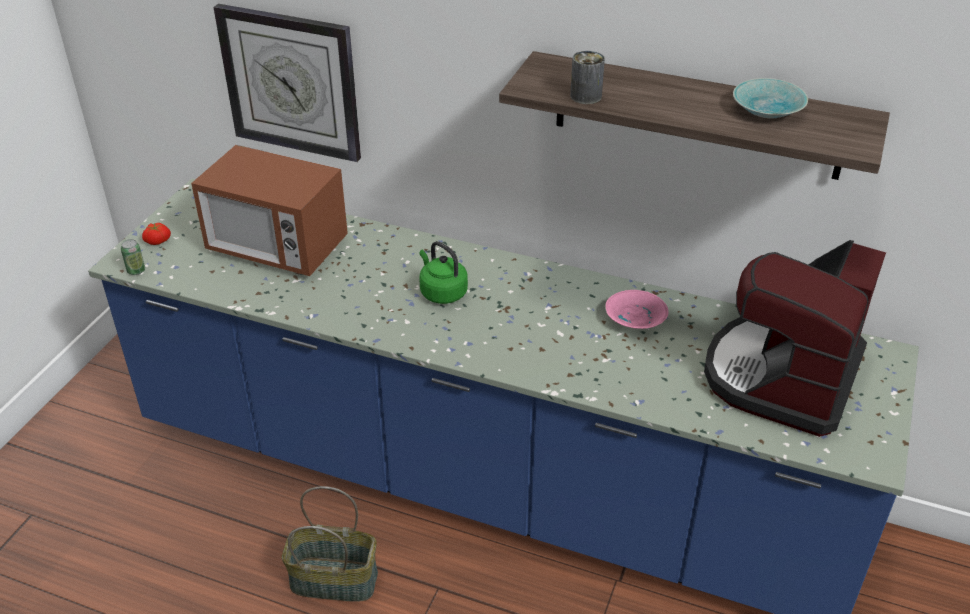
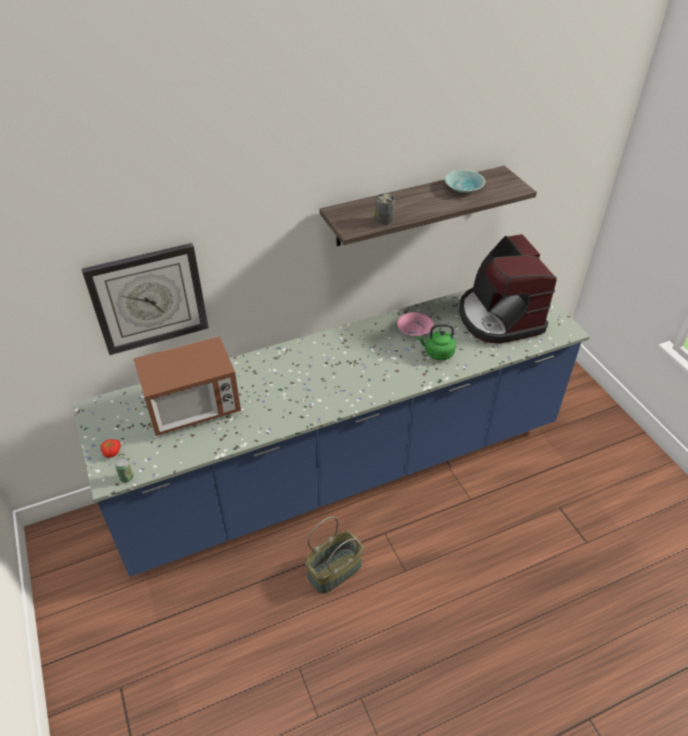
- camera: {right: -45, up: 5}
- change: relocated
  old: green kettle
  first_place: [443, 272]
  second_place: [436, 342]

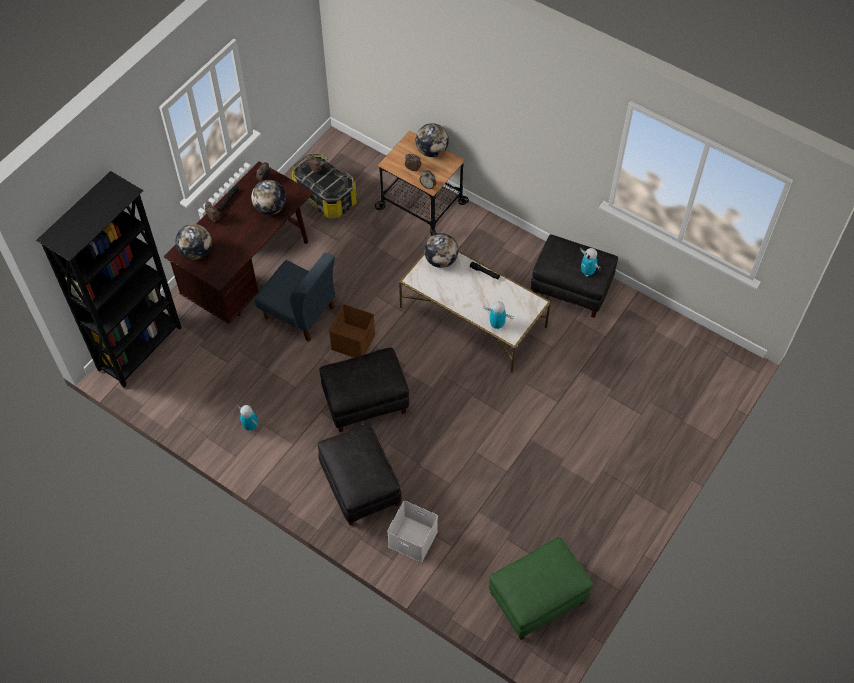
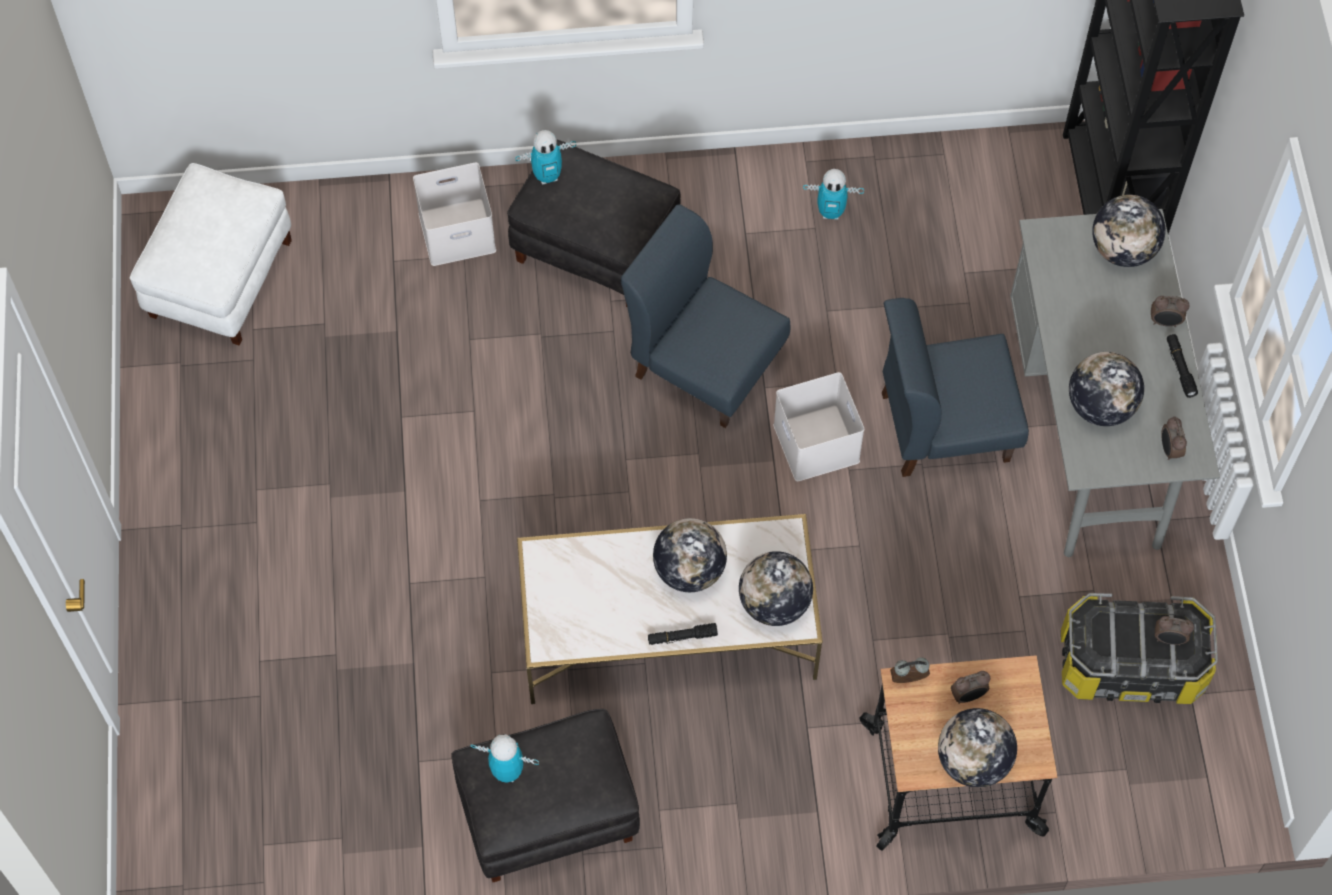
- camera: {right: 140, up: 5}
- change: colour
  old: brown desk
  new: grey desk
  first_place: [238, 243]
  second_place: [1115, 383]
- change: exchanged
  old: black ottoman
  new: blue chair
  first_place: [364, 390]
  second_place: [705, 316]
- change: colour
  old: brown storage box
  new: white storage box
  first_place: [352, 331]
  second_place: [818, 427]
- change: relocated
  old: toy robot
  first_place: [498, 316]
  second_place: [545, 157]
- change: colour
  old: green ottoman
  new: white ottoman
  first_place: [541, 588]
  second_place: [211, 254]
- change: appeared
  new: globe
  second_place: [690, 555]

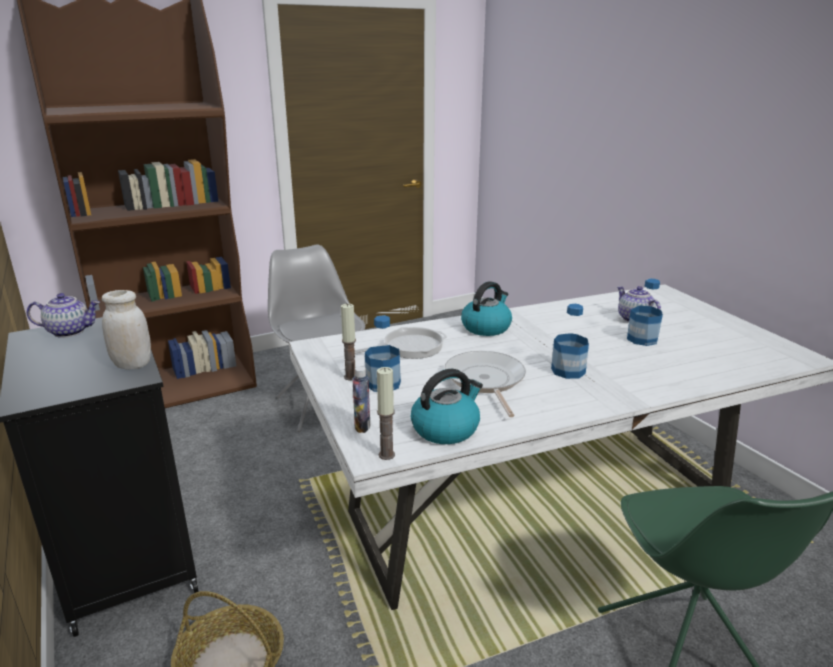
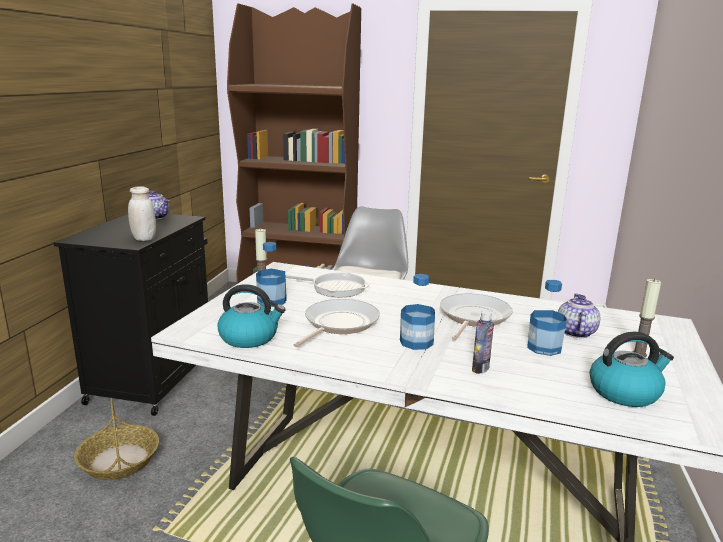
- camera: {right: 40, up: -5}
- change: relocated
  old: bottle
  first_place: [361, 399]
  second_place: [483, 342]
- change: relocated
  old: candle
  first_place: [386, 413]
  second_place: [646, 318]
- change: relocated
  old: kettle
  first_place: [486, 308]
  second_place: [632, 369]
- change: appeared
  new: frying pan
  second_place: [476, 317]

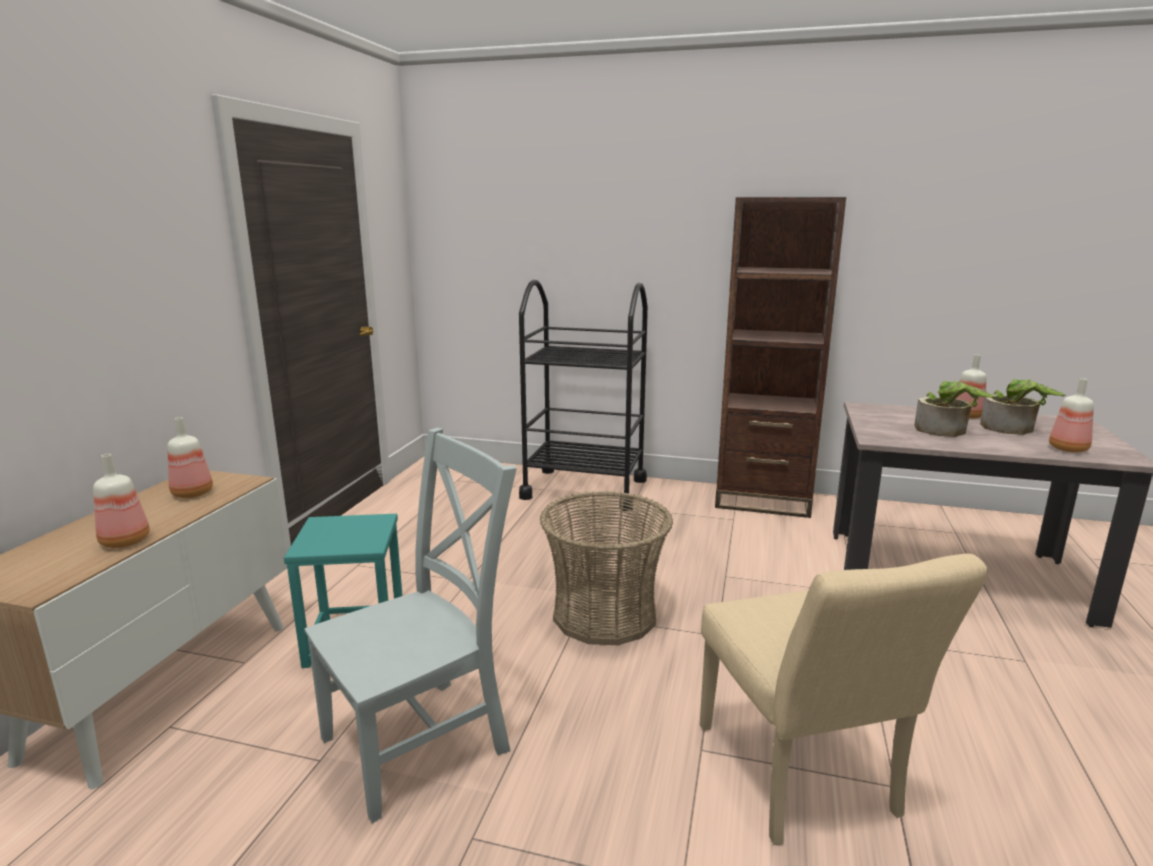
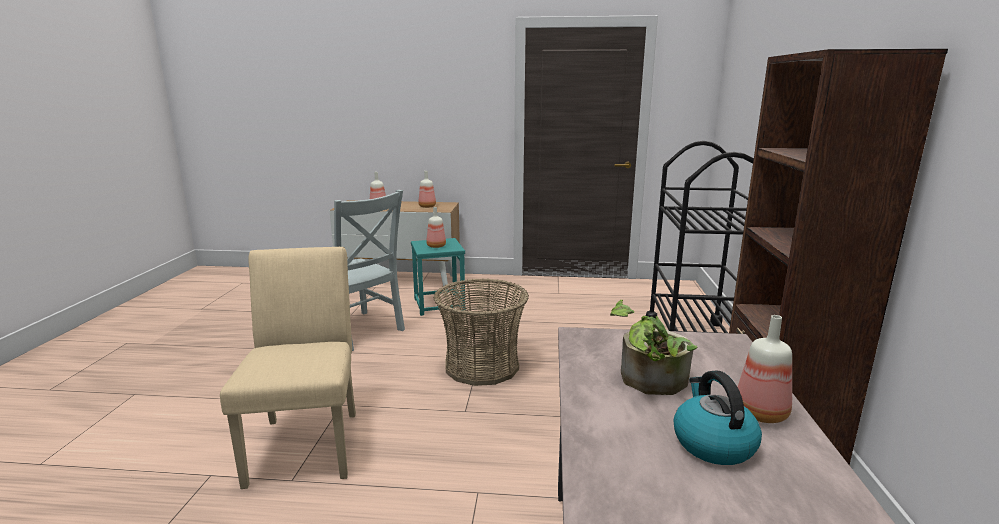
- camera: {right: 80, up: 0}
- change: spun
  old: beige chair
  first_place: [844, 699]
  second_place: [288, 368]
  degrees: 105
- change: exchanged
  old: potted plant
  new: kettle
  first_place: [1023, 407]
  second_place: [718, 417]
- change: relocated
  old: bottle
  first_place: [1071, 415]
  second_place: [436, 227]

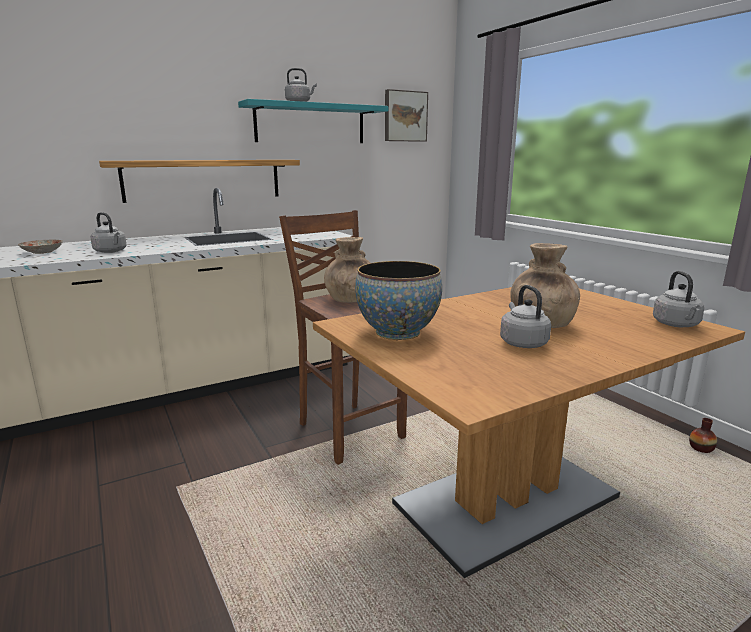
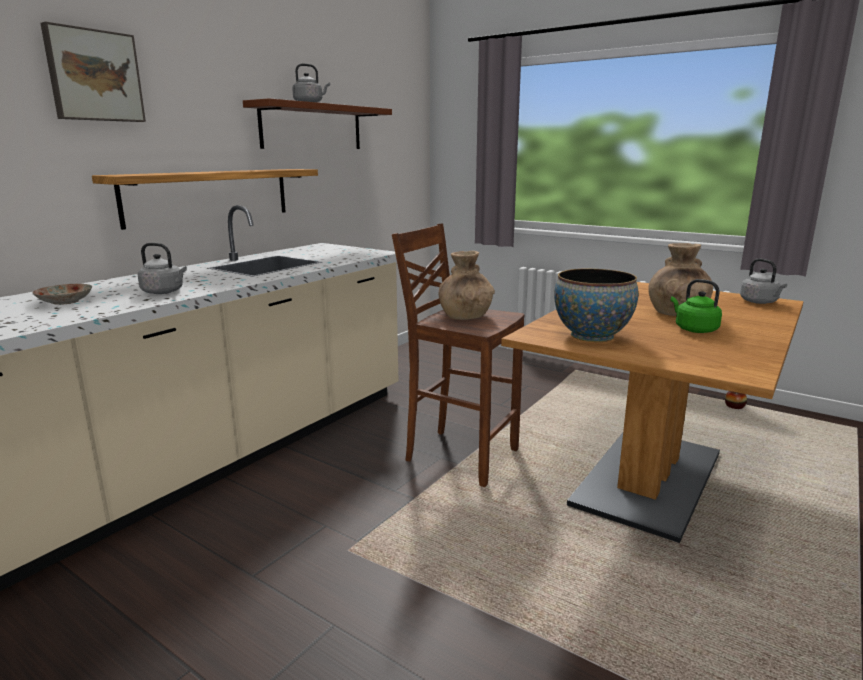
- camera: {right: -25, up: 0}
- change: colour
  old: turquoise shelf
  new: brown shelf
  first_place: [313, 121]
  second_place: [317, 123]
- change: relocated
  old: picture
  first_place: [406, 115]
  second_place: [93, 71]
- change: colour
  old: grey kettle
  new: green kettle
  first_place: [525, 316]
  second_place: [696, 306]

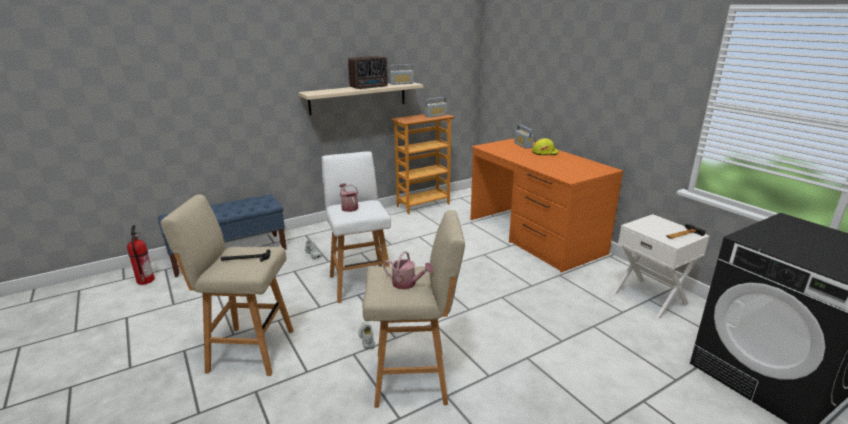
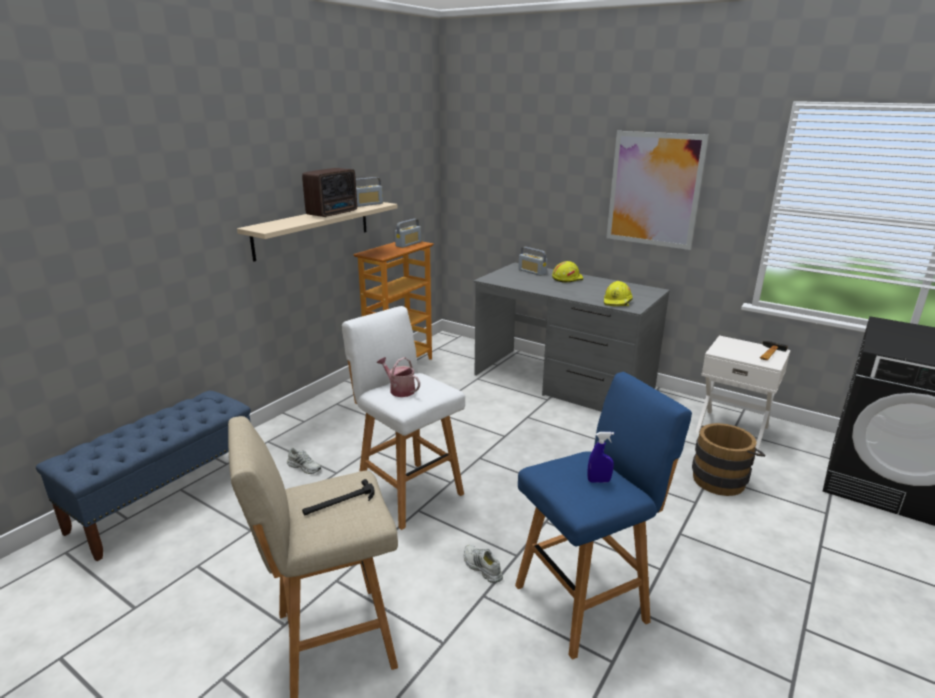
- camera: {right: -25, up: 0}
- change: missing
  old: fire extinguisher
  first_place: [141, 255]
- change: colour
  old: beige stool
  new: blue stool
  first_place: [413, 309]
  second_place: [603, 516]
- change: exchanged
  old: watering can
  new: blue spray bottle
  first_place: [408, 270]
  second_place: [601, 457]
- change: colour
  old: orange desk
  new: grey desk
  first_place: [546, 205]
  second_place: [572, 337]
- change: appeared
  new: yellow hard hat
  second_place: [618, 293]
- change: appeared
  new: picture
  second_place: [657, 190]
- change: appeared
  new: brown bucket
  second_place: [728, 459]

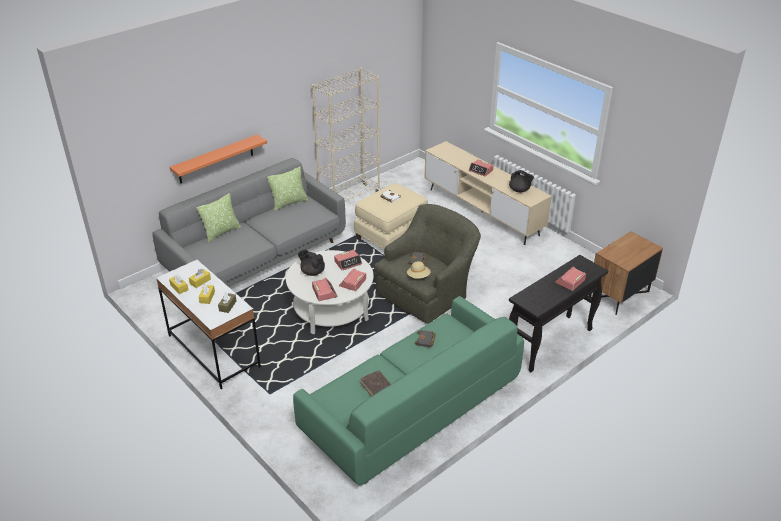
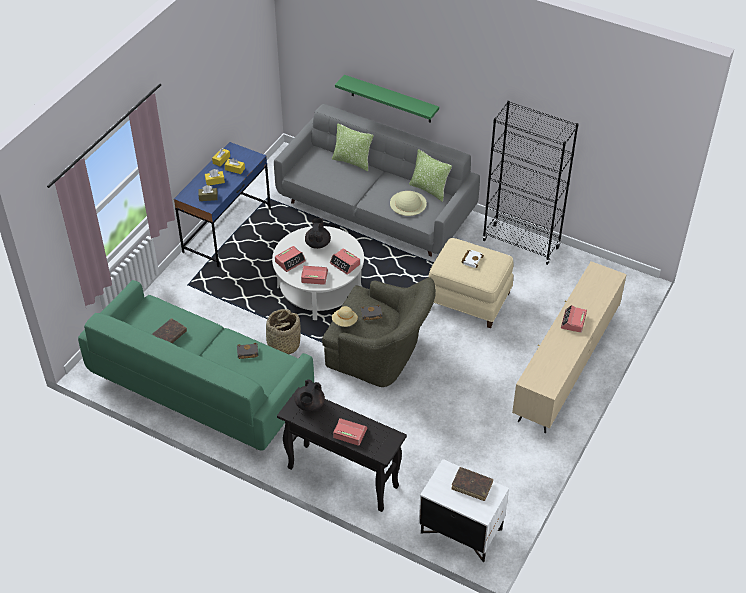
- camera: {right: 70, up: 10}
- change: colour
  old: white desk
  new: blue desk
  first_place: [208, 324]
  second_place: [222, 204]
- change: colour
  old: orange shelf
  new: green shelf
  first_place: [218, 158]
  second_place: [387, 99]
- change: colour
  old: beige bookcase
  new: black bookcase
  first_place: [346, 135]
  second_place: [530, 183]
- change: relocated
  old: black teapot
  first_place: [521, 181]
  second_place: [309, 395]
- change: colour
  old: brown nightstand
  new: white nightstand
  first_place: [626, 273]
  second_place: [464, 511]
- change: appeared
  new: basket
  second_place: [283, 331]
- change: appeared
  new: beige hat
  second_place: [408, 203]
- change: appeared
  new: brown book
  second_place: [472, 484]

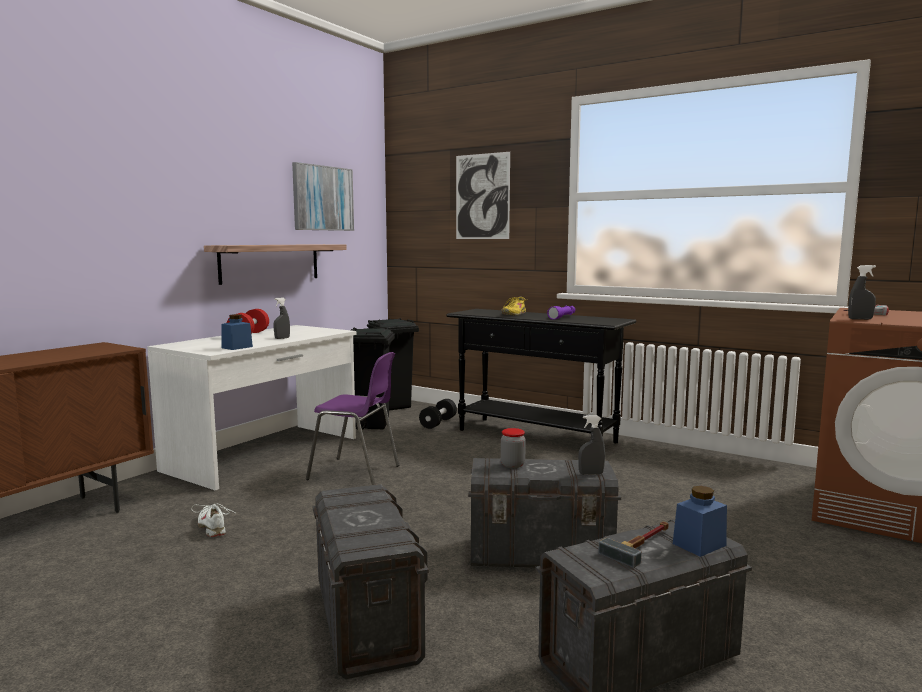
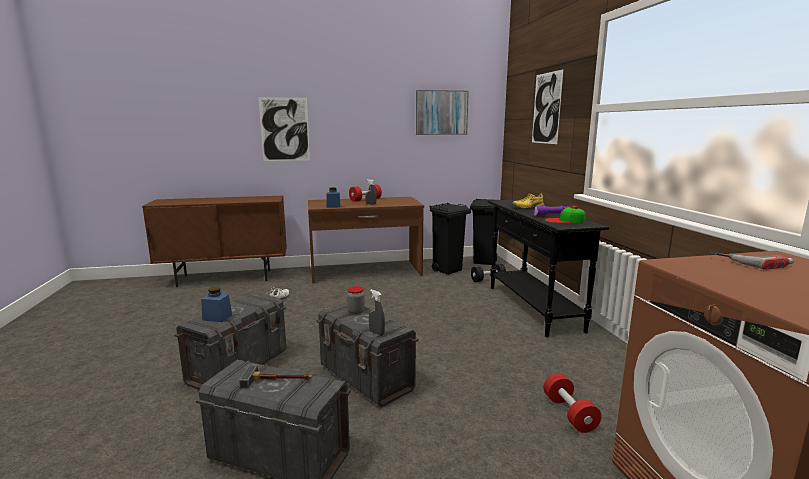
- camera: {right: 45, up: 5}
- change: colour
  old: white desk
  new: brown desk
  first_place: [251, 408]
  second_place: [366, 240]
- change: missing
  old: shelf
  first_place: [275, 264]
- change: missing
  old: purple chair
  first_place: [353, 418]
- change: relocated
  old: blue jar
  first_place: [700, 521]
  second_place: [216, 304]
- change: missing
  old: grey spray bottle
  first_place: [862, 292]
- change: appeared
  new: picture
  second_place: [284, 129]
- change: appeared
  new: red dumbbell
  second_place: [572, 403]
- change: appeared
  new: cap
  second_place: [565, 214]

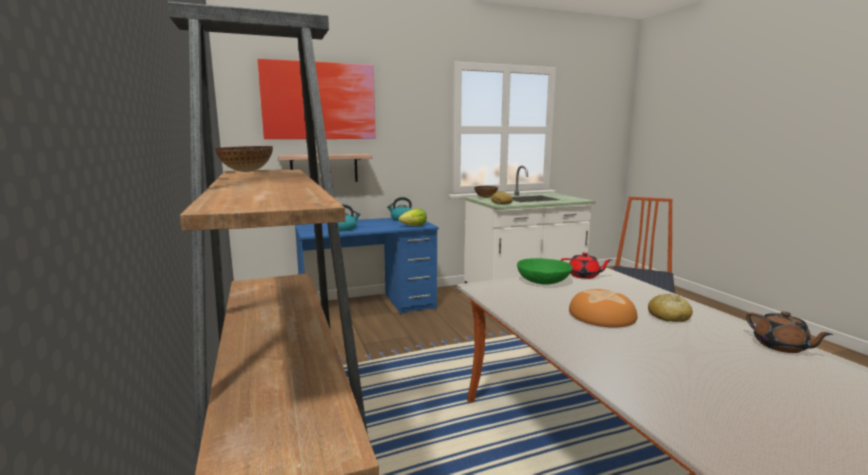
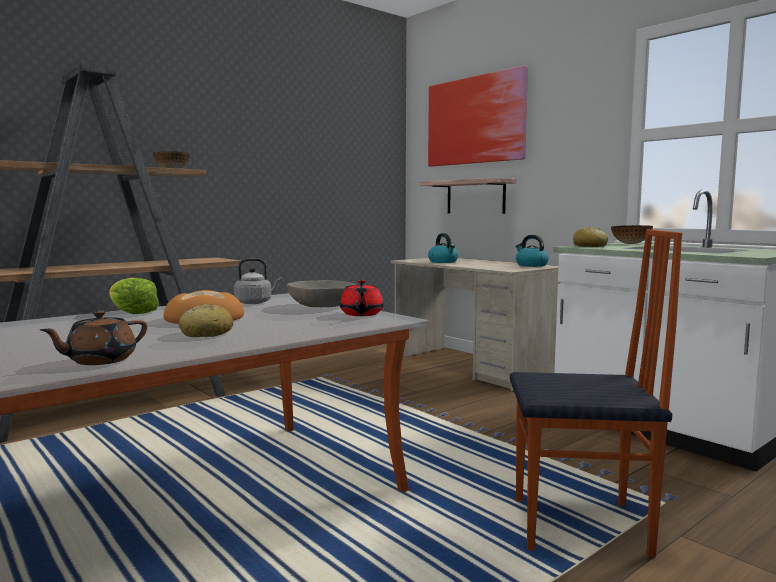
- camera: {right: 70, up: -5}
- change: colour
  old: blue desk
  new: beige desk
  first_place: [367, 266]
  second_place: [476, 325]
- change: relocated
  old: lettuce
  first_place: [412, 217]
  second_place: [134, 296]
- change: colour
  old: green bowl
  new: grey bowl
  first_place: [545, 271]
  second_place: [321, 293]
- change: appeared
  new: grey kettle
  second_place: [258, 281]

